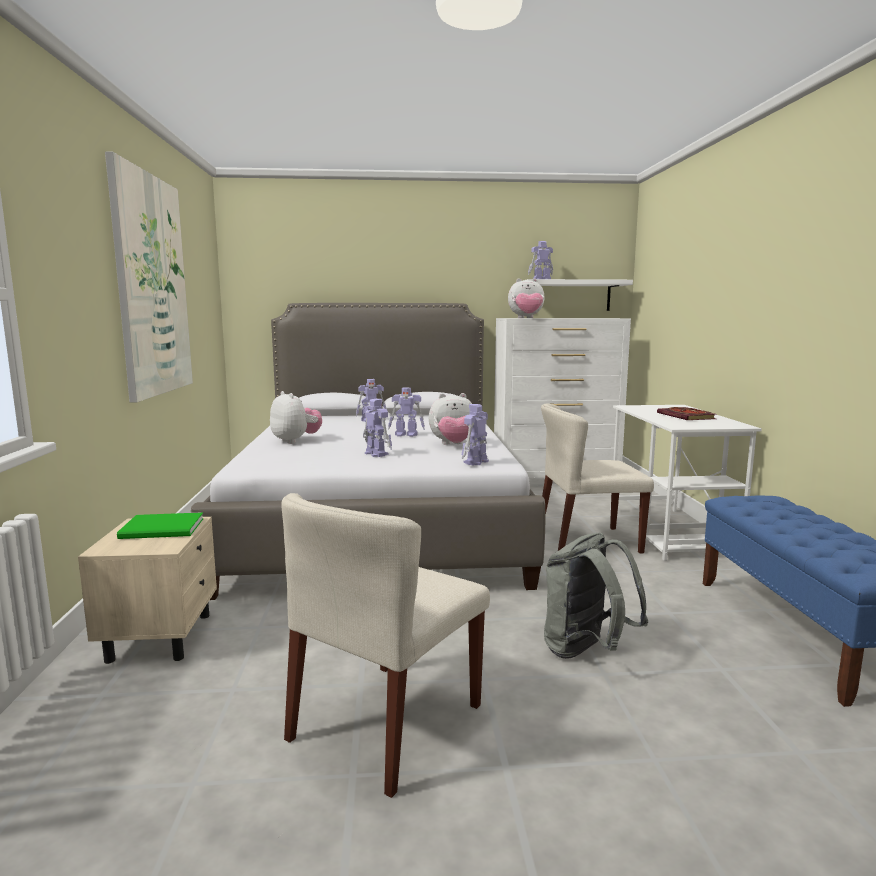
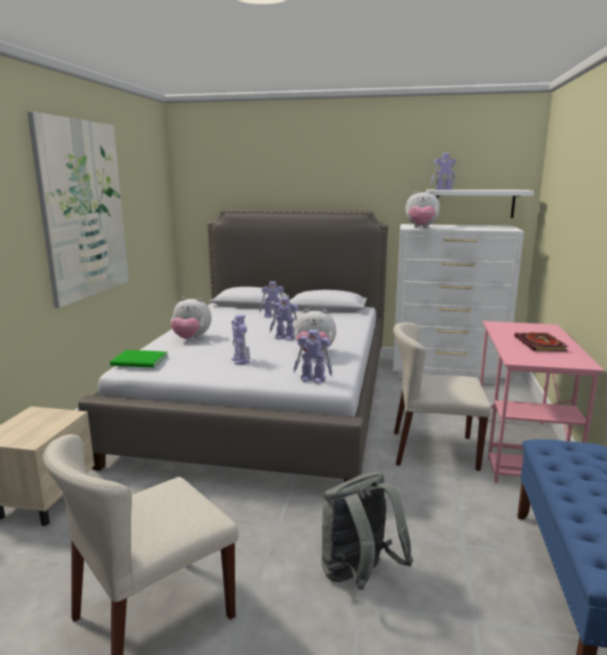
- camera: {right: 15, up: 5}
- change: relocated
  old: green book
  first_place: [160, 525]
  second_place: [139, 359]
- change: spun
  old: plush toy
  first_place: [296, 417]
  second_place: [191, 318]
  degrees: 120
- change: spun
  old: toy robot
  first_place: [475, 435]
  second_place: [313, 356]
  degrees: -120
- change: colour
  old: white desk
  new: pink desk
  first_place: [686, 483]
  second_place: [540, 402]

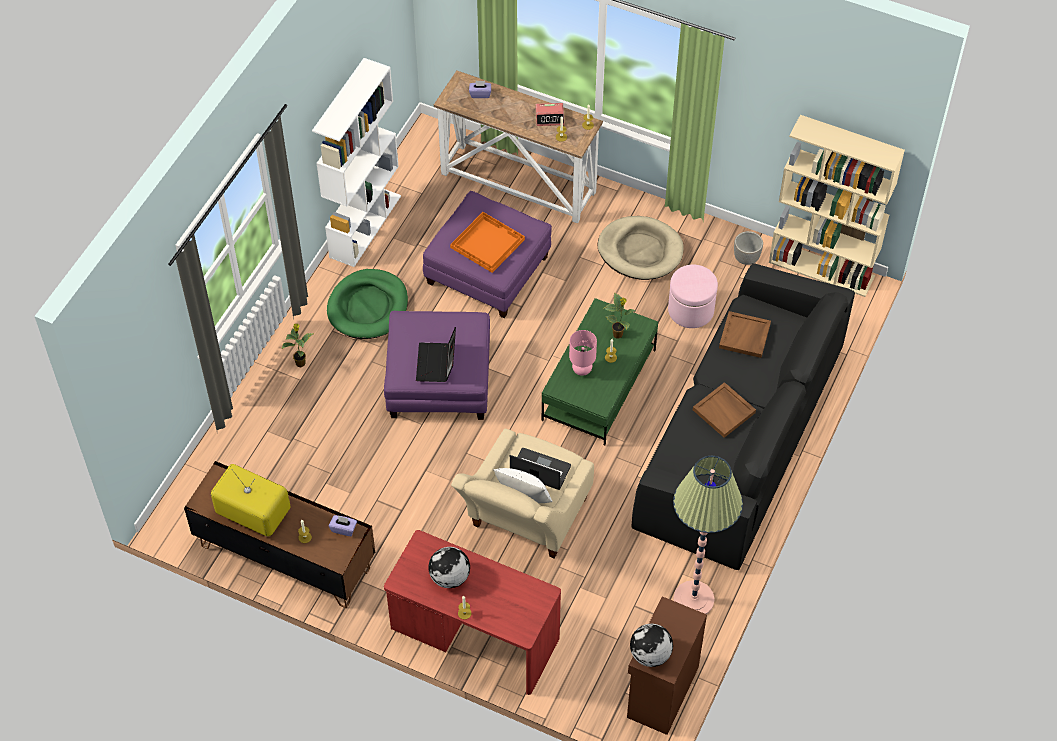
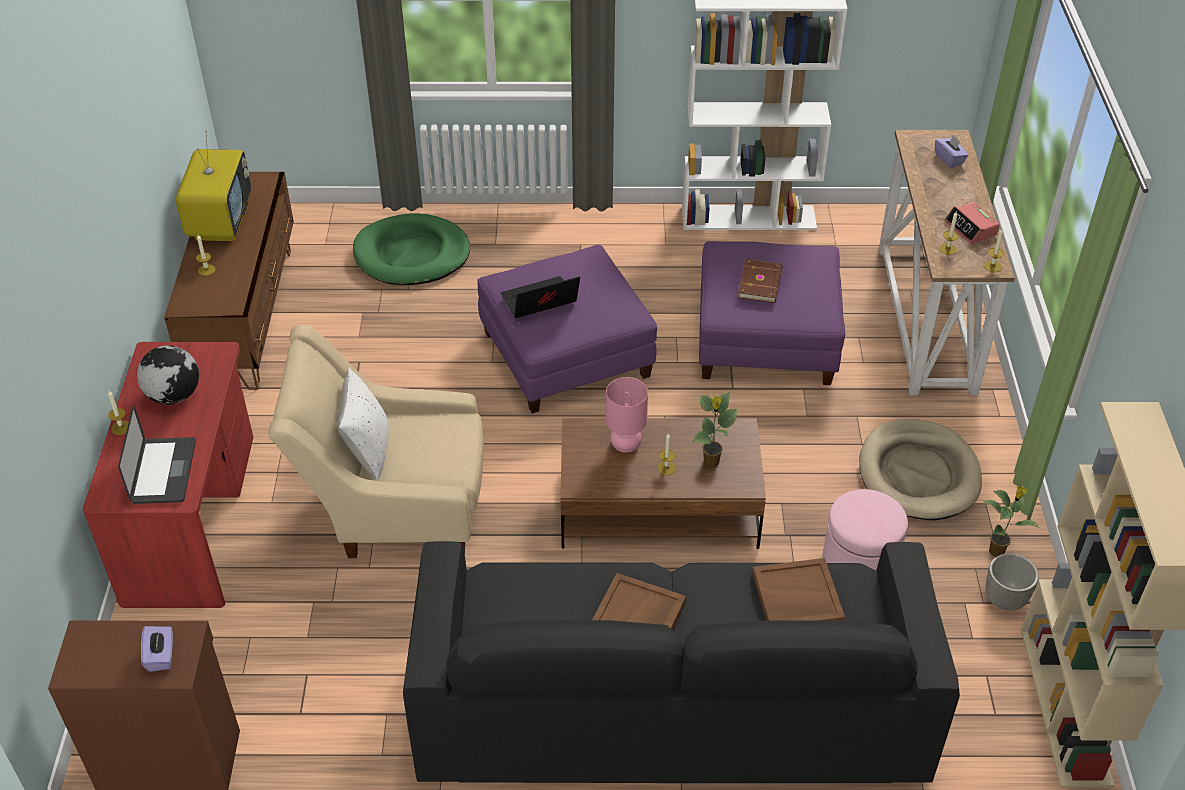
- camera: {right: 65, up: -10}
- change: relocated
  old: potted plant
  first_place: [297, 345]
  second_place: [1011, 521]
- change: relocated
  old: green dog bed
  first_place: [367, 304]
  second_place: [411, 249]
- change: relocated
  old: purple tissue box
  first_place: [343, 525]
  second_place: [157, 649]
- change: exchanged
  old: orange tray
  new: brown book
  first_place: [487, 242]
  second_place: [760, 281]
- change: relocated
  old: laptop
  first_place: [540, 469]
  second_place: [157, 454]
- change: colour
  old: green coffee table
  new: brown coffee table
  first_place: [600, 372]
  second_place: [663, 483]
- change: missing
  old: globe
  first_place: [651, 645]
- change: missing
  old: floor lamp
  first_place: [708, 535]

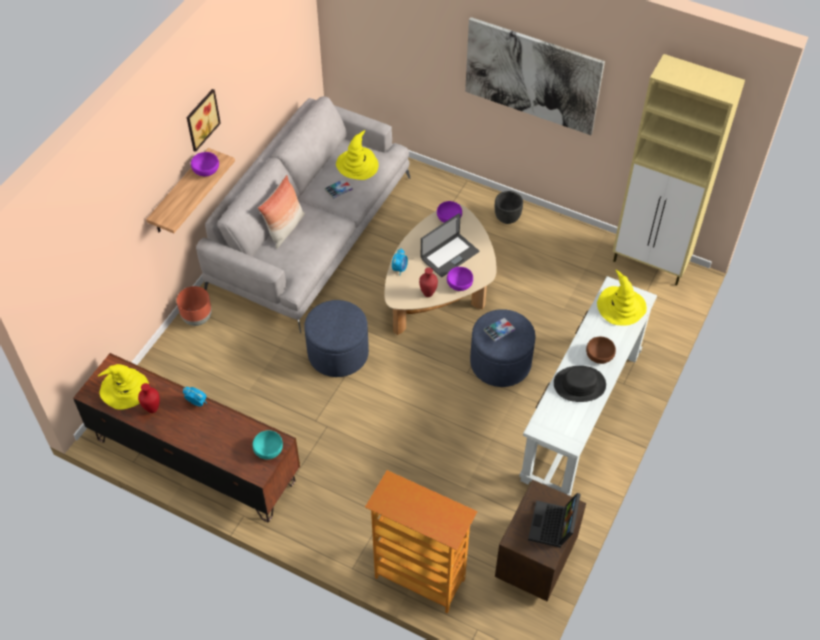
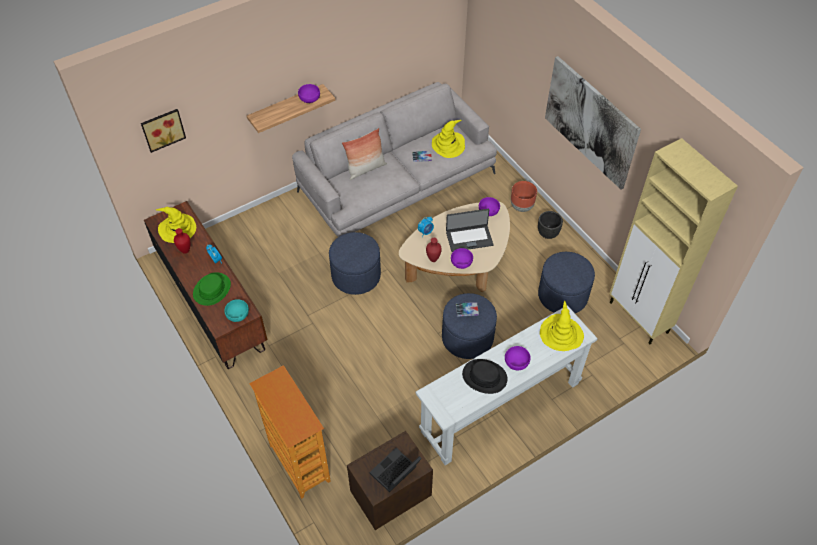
- camera: {right: 30, up: 0}
- change: relocated
  old: brown planter
  first_place: [194, 306]
  second_place: [524, 196]
- change: relocated
  old: picture
  first_place: [204, 120]
  second_place: [163, 131]
- change: colour
  old: brown bowl
  new: purple bowl
  first_place: [601, 350]
  second_place: [518, 358]
- change: appeared
  new: green hat
  second_place: [212, 289]
- change: appeared
  new: blue ottoman
  second_place: [566, 282]

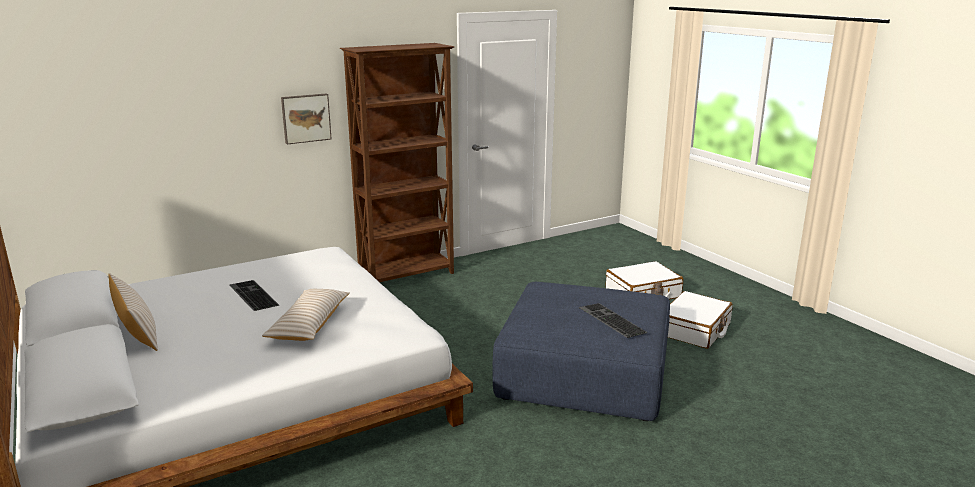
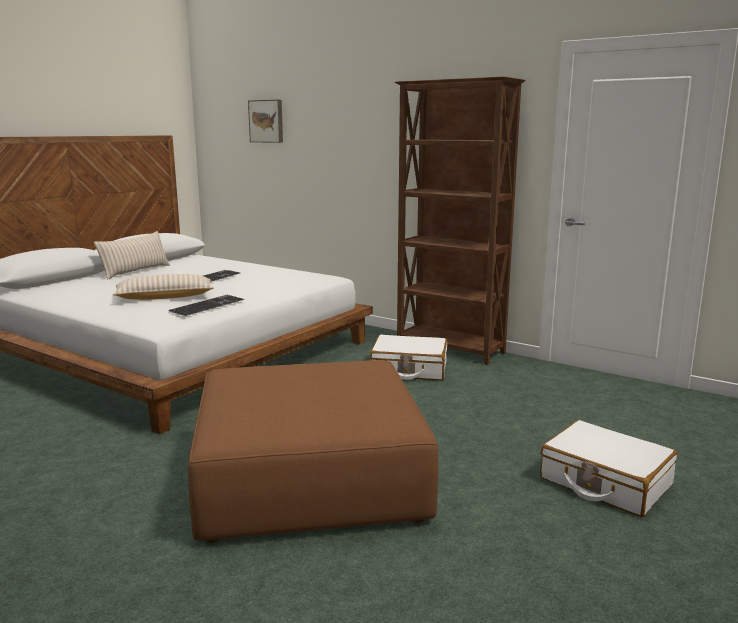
- camera: {right: 65, up: -5}
- change: relocated
  old: picture
  first_place: [306, 119]
  second_place: [265, 121]
- change: colour
  old: blue ottoman
  new: brown ottoman
  first_place: [581, 351]
  second_place: [313, 451]
- change: relocated
  old: keyboard
  first_place: [613, 320]
  second_place: [206, 305]
- change: relocated
  old: white suitcase
  first_place: [700, 320]
  second_place: [408, 357]

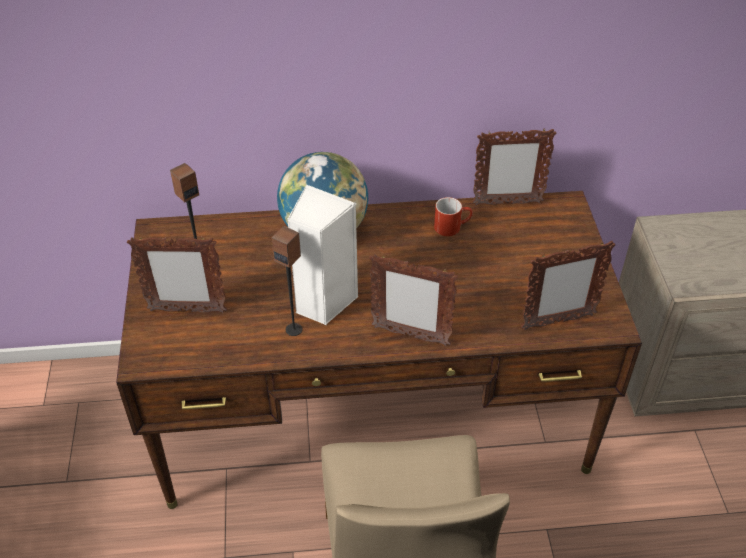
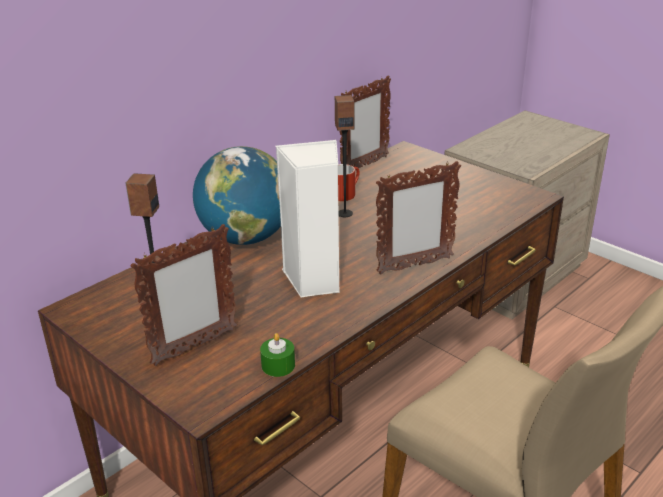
- camera: {right: -40, up: -15}
- change: relocated
  old: speaker
  first_place: [287, 281]
  second_place: [344, 156]
- change: missing
  old: picture frame
  first_place: [568, 285]
- change: appeared
  new: green candle
  second_place: [277, 355]

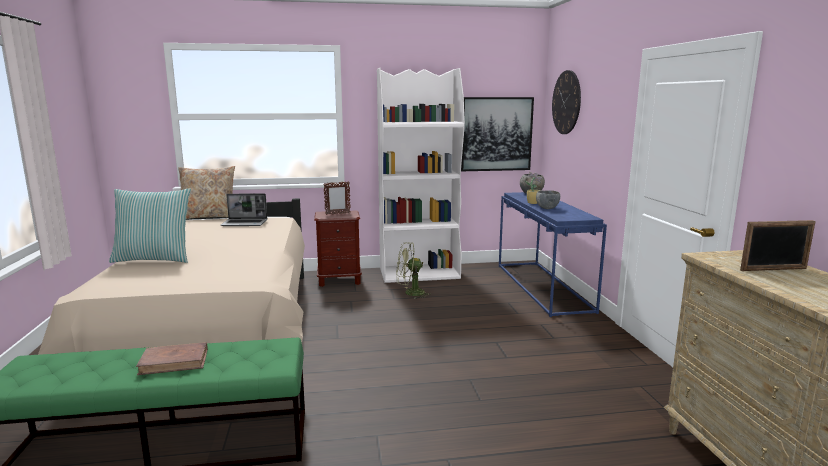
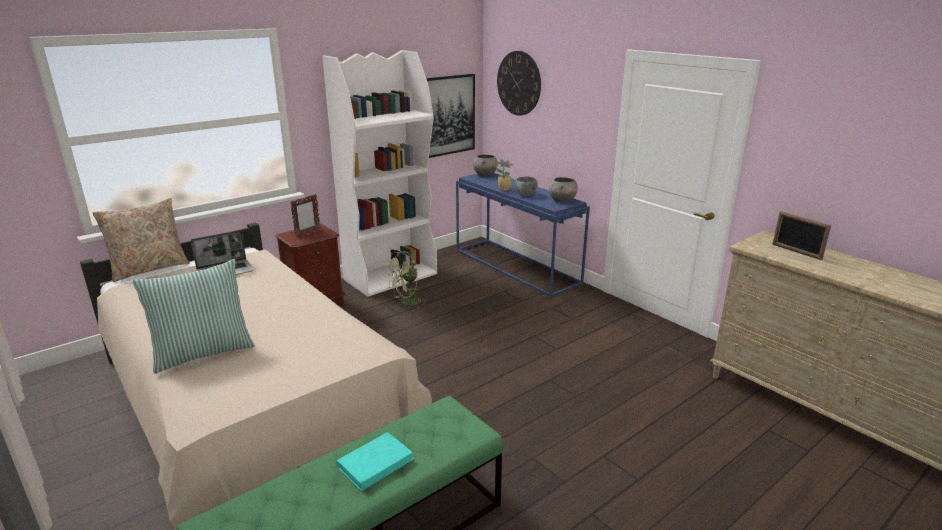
- camera: {right: -30, up: 10}
- change: colour
  old: brown book
  new: turquoise book
  first_place: [172, 358]
  second_place: [375, 461]
- change: spun
  old: picture frame
  first_place: [778, 245]
  second_place: [801, 235]
  degrees: 90
- change: appeared
  new: grey bowl
  second_place: [563, 190]

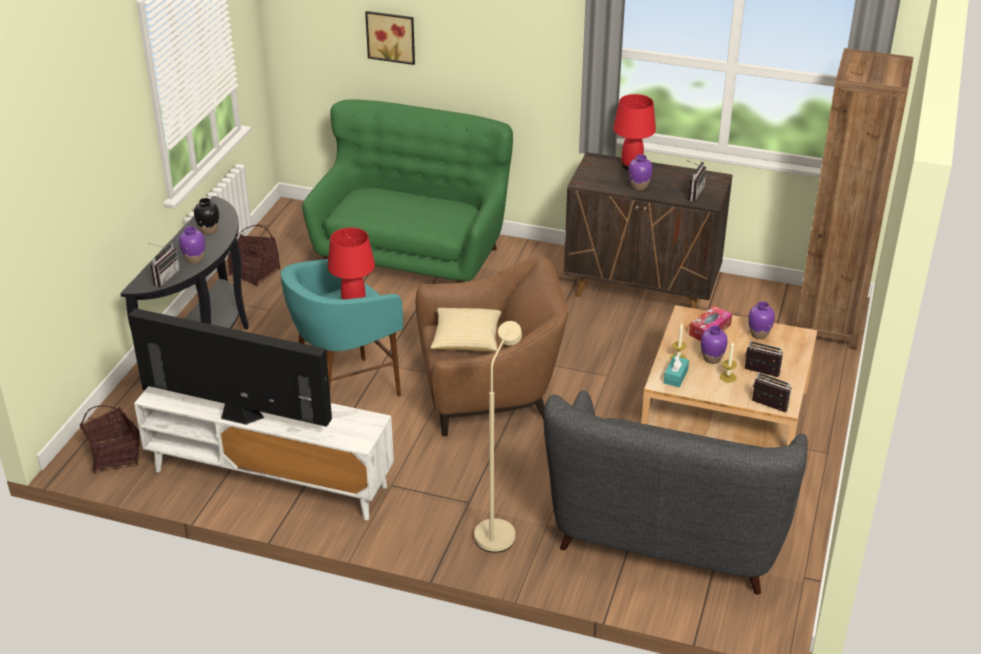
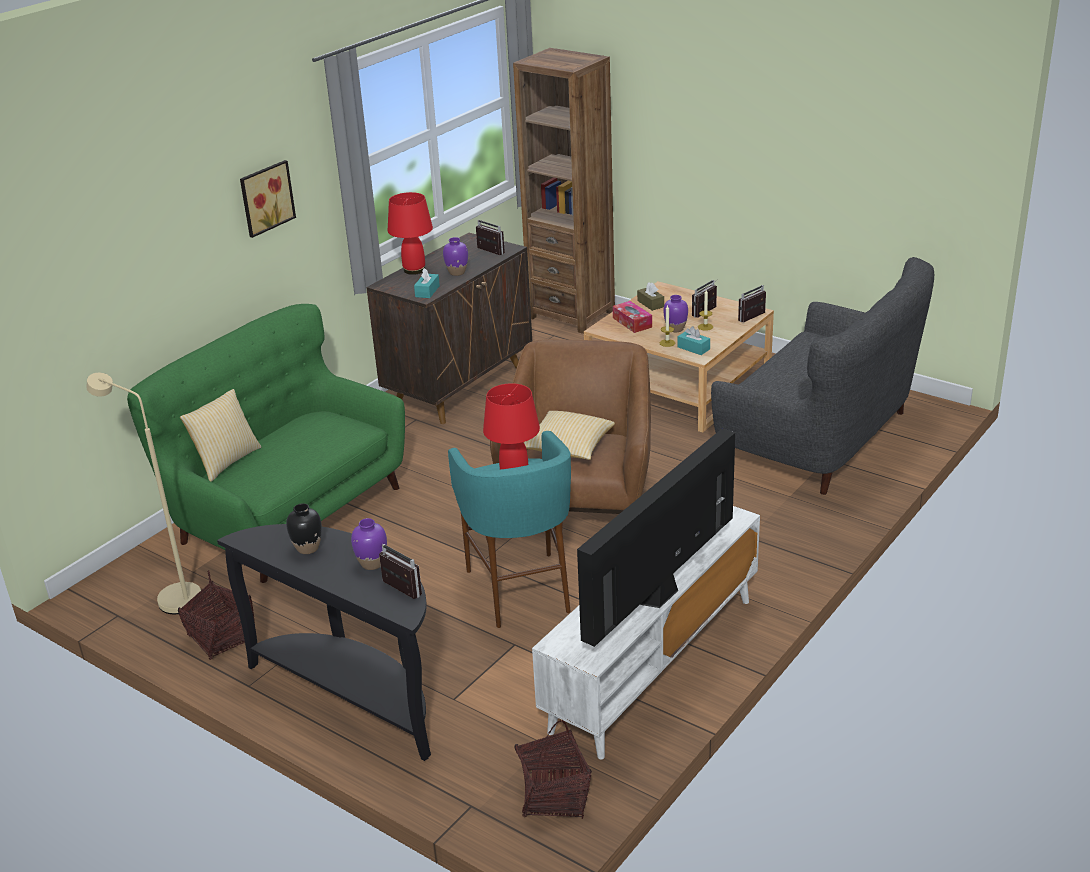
- camera: {right: -70, up: -5}
- change: relocated
  old: picture
  first_place: [390, 38]
  second_place: [268, 199]
- change: relocated
  old: beige floor lamp
  first_place: [498, 437]
  second_place: [143, 493]
- change: exchanged
  old: purple vase
  new: brown tissue box
  first_place: [761, 320]
  second_place: [650, 296]
- change: appeared
  new: pillow
  second_place: [220, 435]
- change: appeared
  new: turquoise tissue box
  second_place: [427, 283]

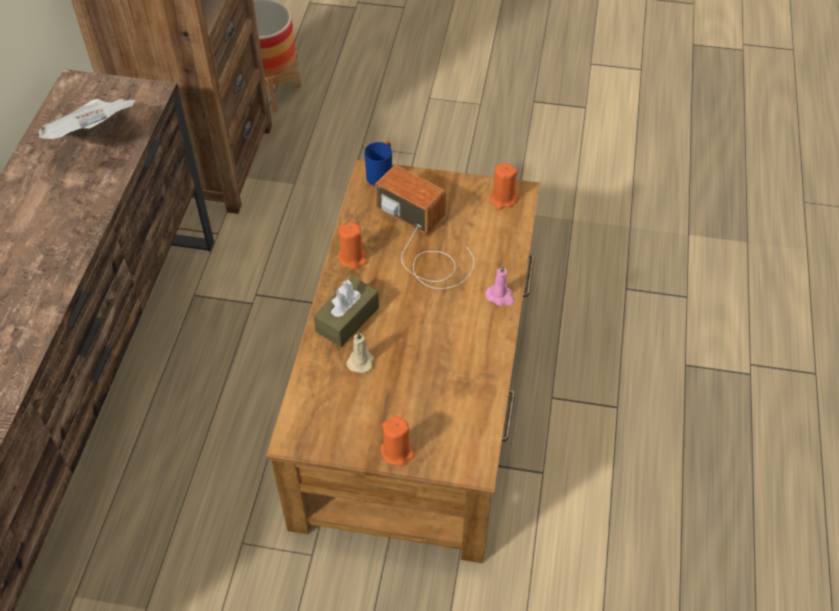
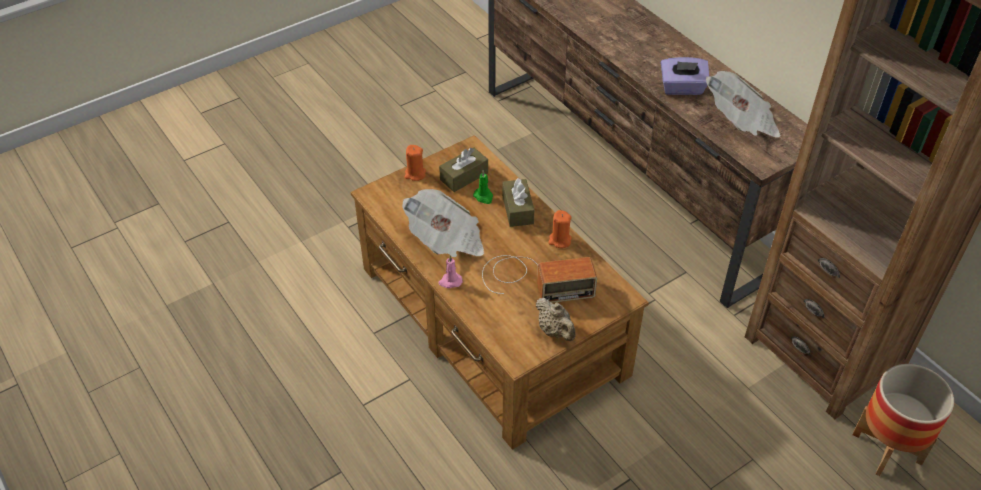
- camera: {right: 135, up: -5}
- change: colour
  old: beige candle
  new: green candle
  first_place: [360, 352]
  second_place: [483, 187]
- change: missing
  old: blue mug
  first_place: [378, 163]
- change: missing
  old: orange candle
  first_place: [503, 186]
- change: appeared
  new: newspaper
  second_place: [443, 223]
- change: appeared
  new: brown tissue box
  second_place: [463, 169]
- change: appeared
  new: beige teapot
  second_place: [556, 319]
- change: appeared
  new: purple tissue box
  second_place: [685, 76]

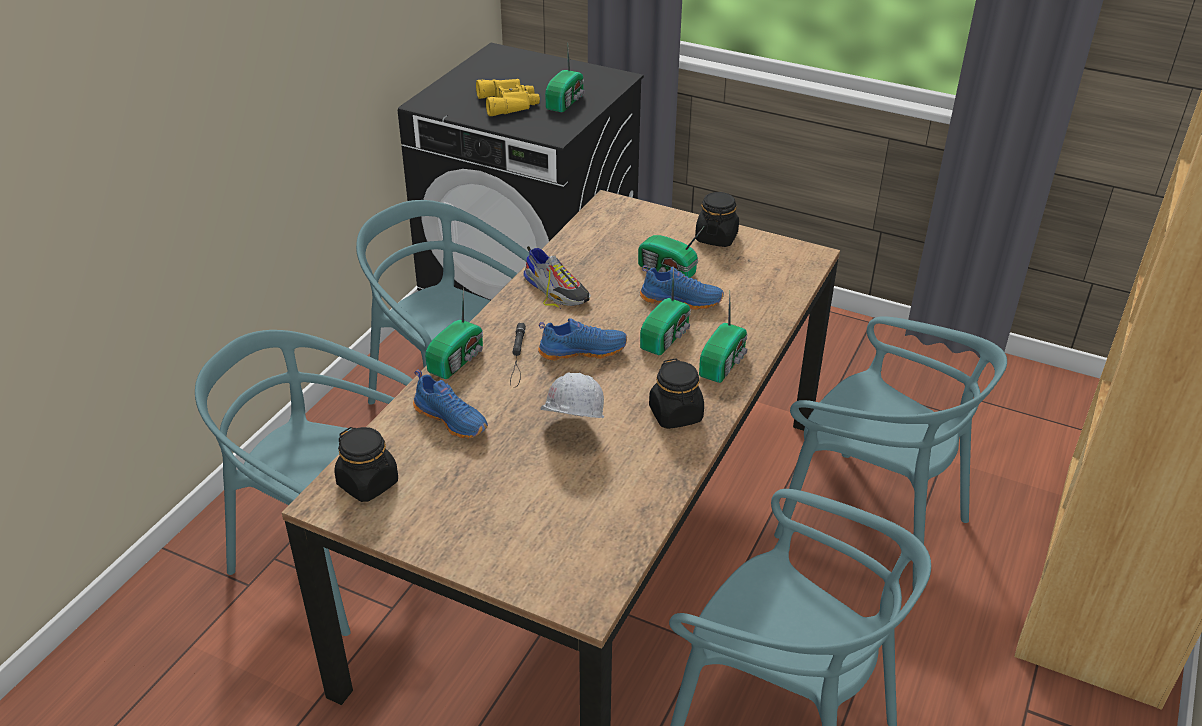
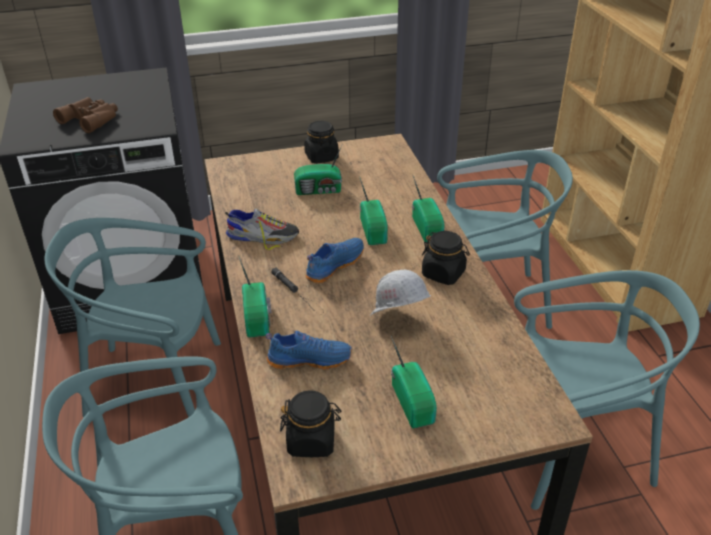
- camera: {right: -40, up: 0}
- change: colour
  old: yellow binoculars
  new: brown binoculars
  first_place: [508, 97]
  second_place: [85, 115]
- change: relocated
  old: radio
  first_place: [565, 80]
  second_place: [414, 382]
- change: missing
  old: blue shoe
  first_place: [682, 287]

